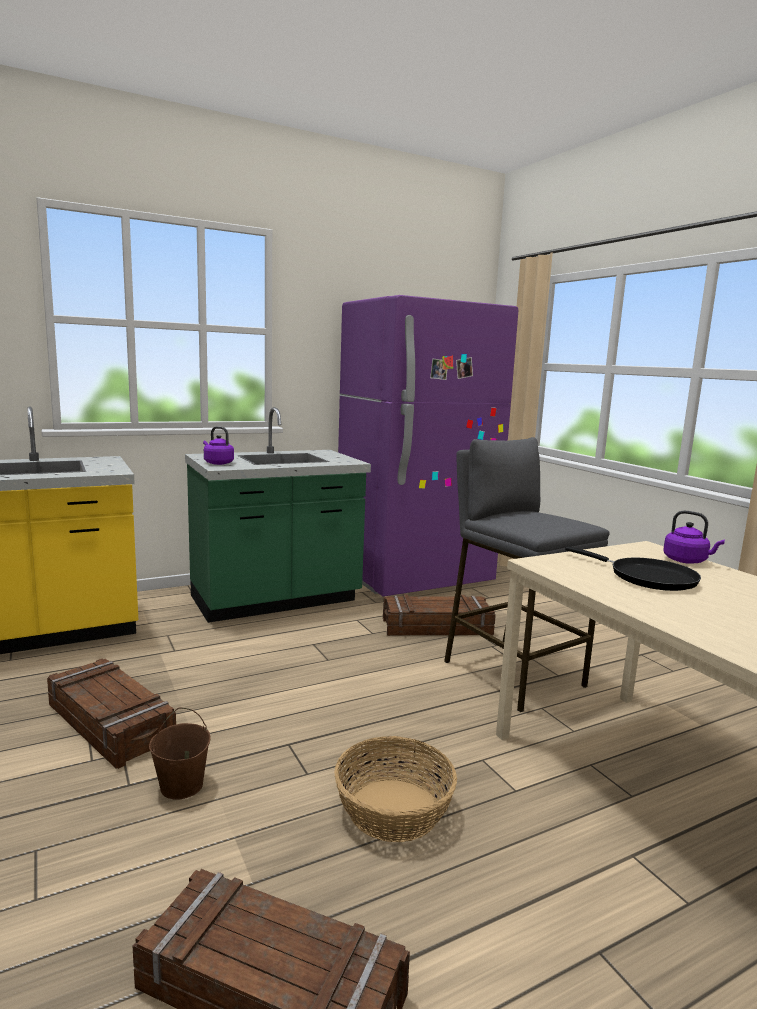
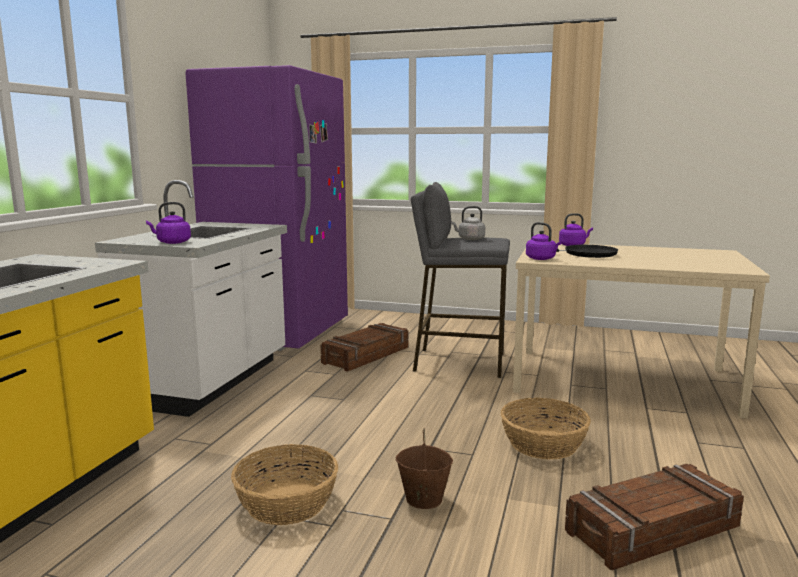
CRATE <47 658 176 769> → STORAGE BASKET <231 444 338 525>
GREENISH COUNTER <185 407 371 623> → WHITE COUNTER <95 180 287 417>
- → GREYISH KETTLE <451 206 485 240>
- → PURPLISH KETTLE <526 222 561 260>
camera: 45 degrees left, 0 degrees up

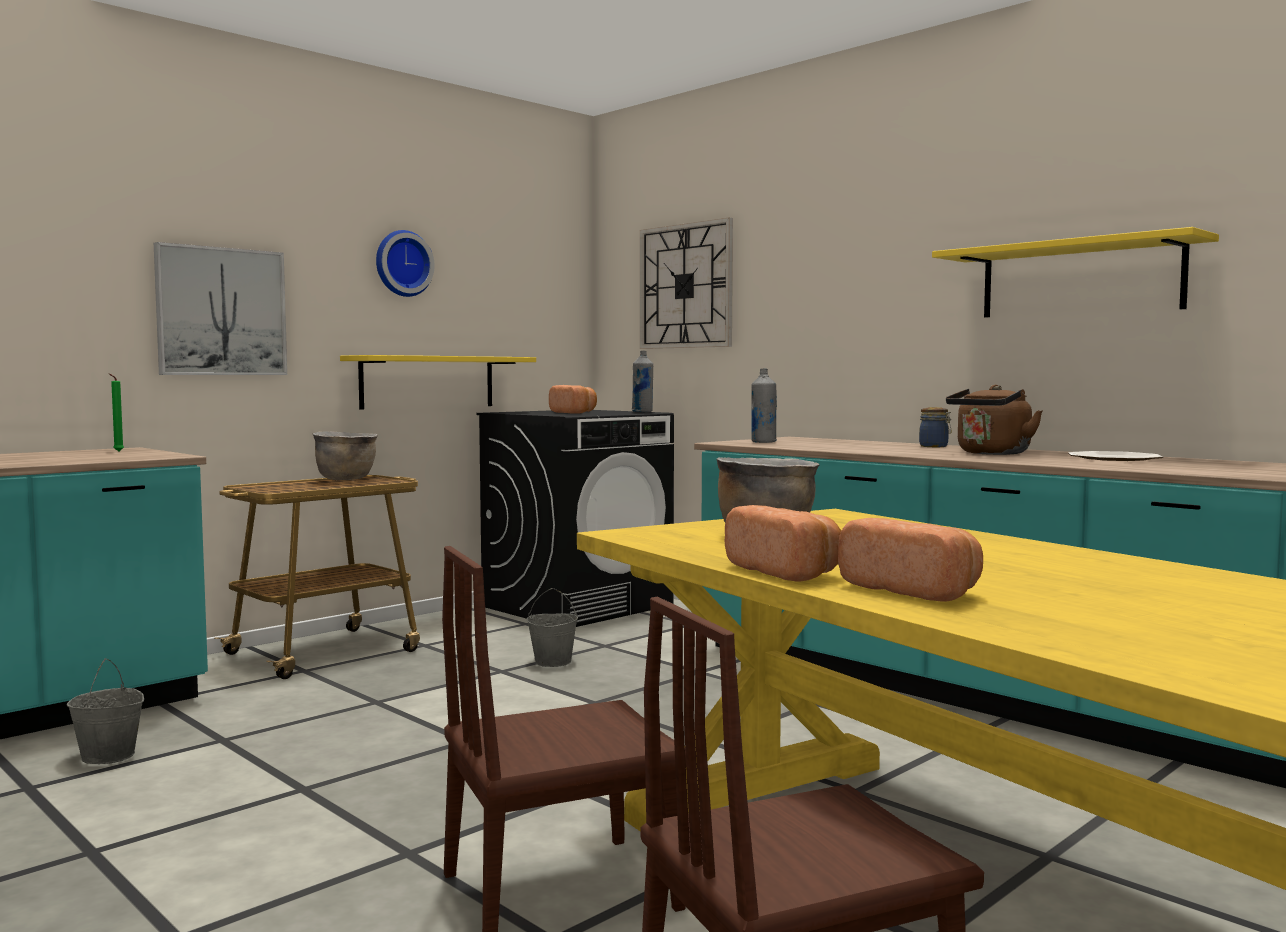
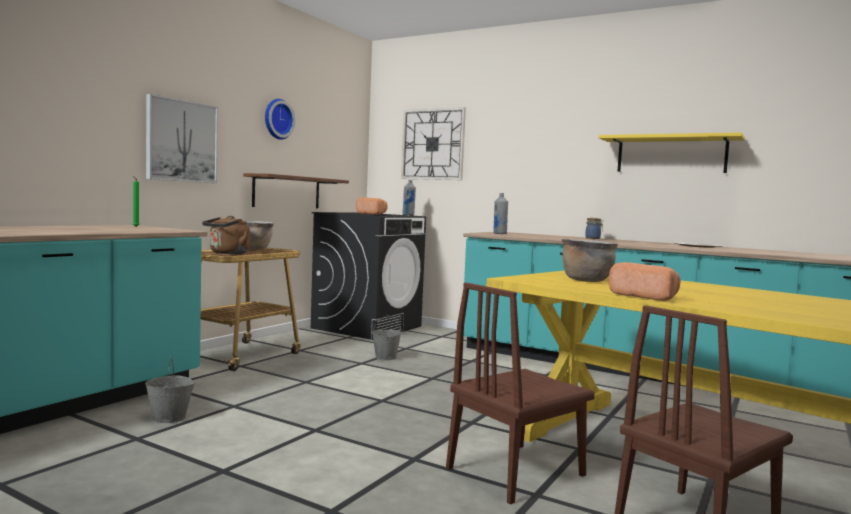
YELLOW-COLOURED BRACKET SHELF <340 355 536 410> → BROWNISH BRACKET SHELF <243 173 349 208>
BREAD <838 518 983 602> → -
BROWNISH KETTLE <946 385 1043 455> → BROWNISH KETTLE <202 216 250 254>, shifted
camera: 15 degrees left, 0 degrees up

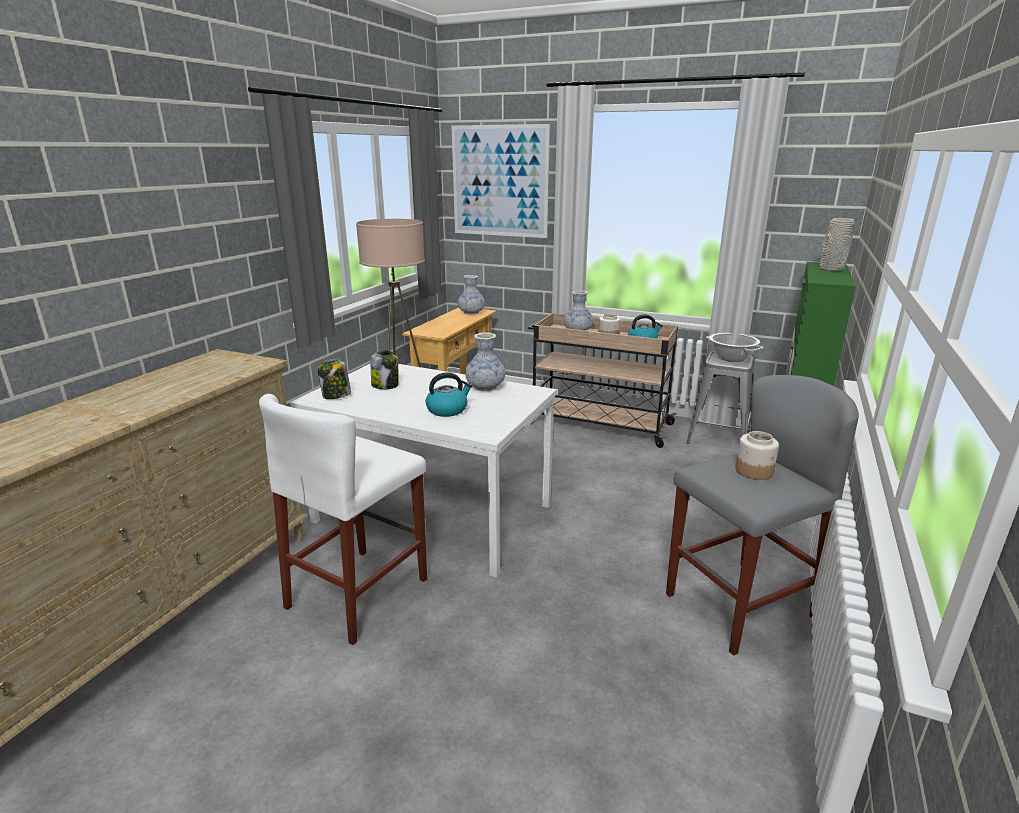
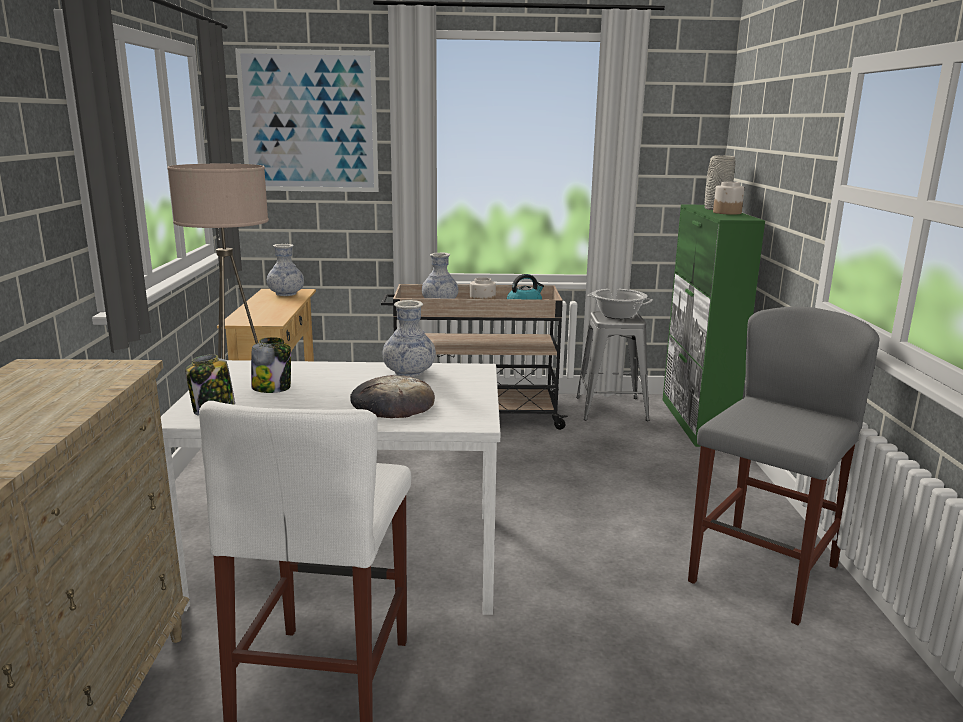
KETTLE <426 372 472 417> → BREAD <350 375 435 418>
STORAGE JAR <735 431 779 480> → STORAGE JAR <713 182 745 215>, shifted
camera: 25 degrees left, 5 degrees down

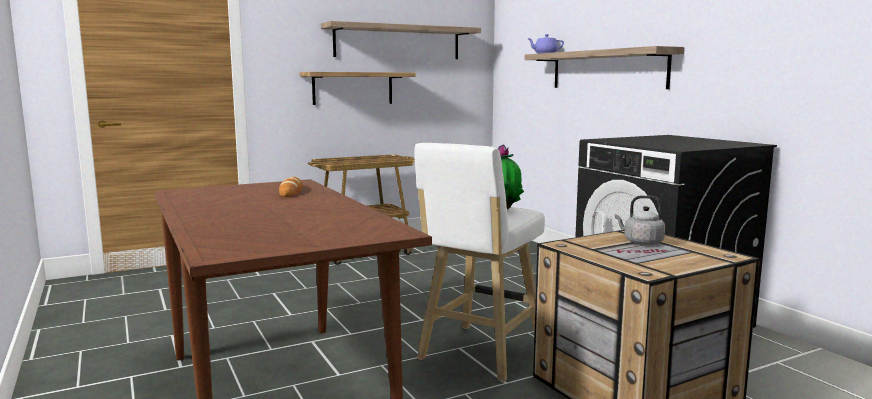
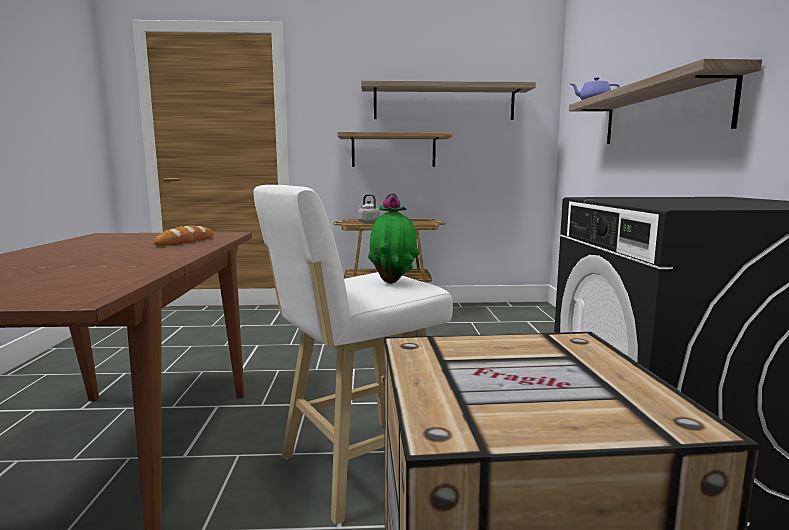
GREYISH KETTLE <615 195 665 245> → GREYISH KETTLE <357 194 380 223>, shifted
camera: 25 degrees right, 0 degrees up

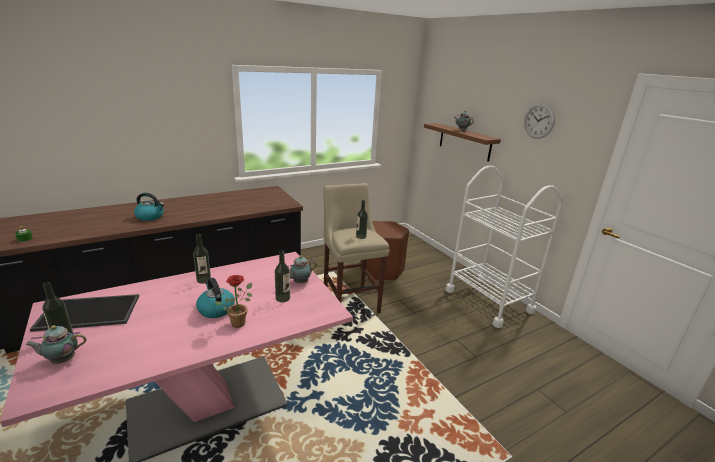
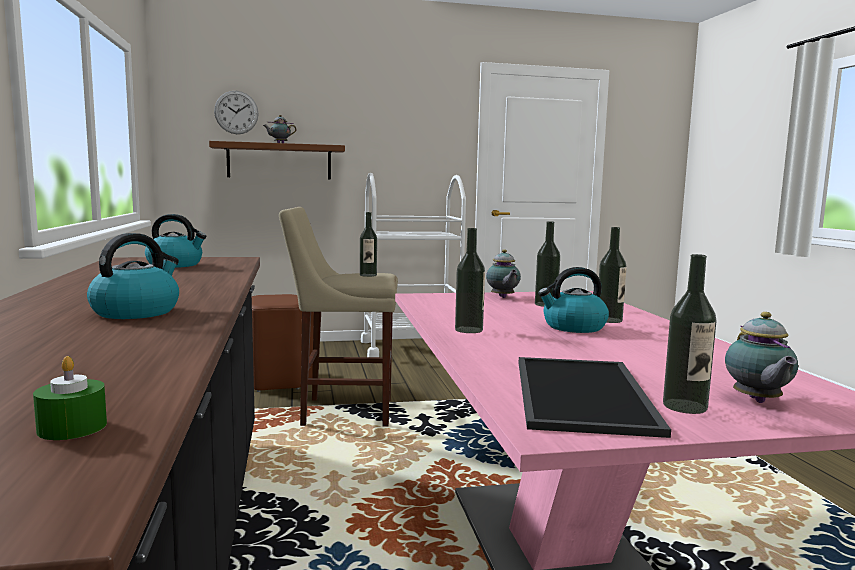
POTTED PLANT <215 275 252 328> → BEVERAGE BOTTLE <599 227 627 323>
WALL CLOCK <524 103 555 139> → WALL CLOCK <214 91 259 134>, shifted
- → KETTLE <145 214 207 268>
camera: 70 degrees left, 15 degrees down

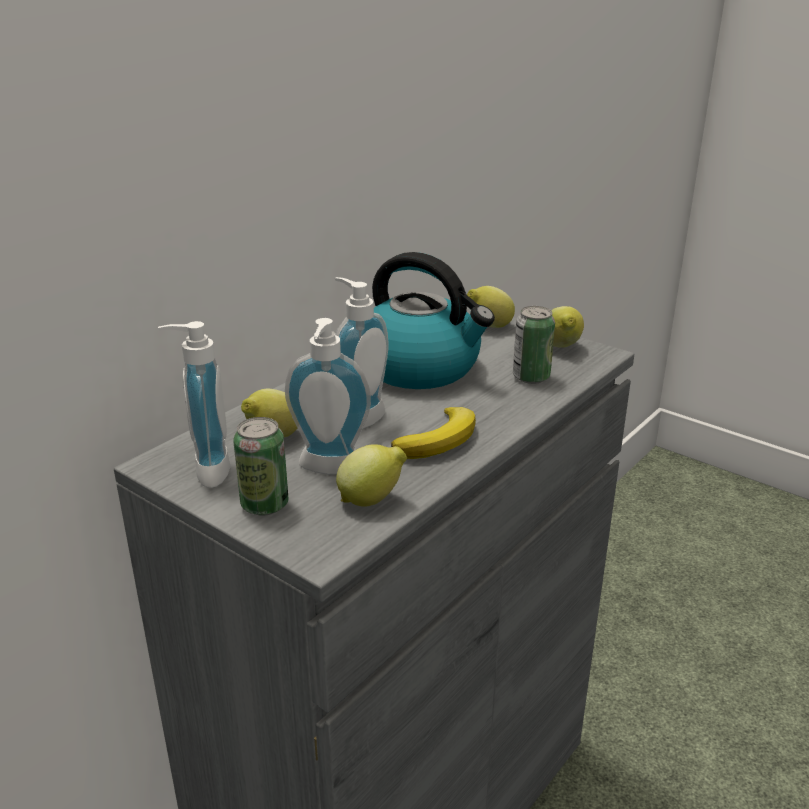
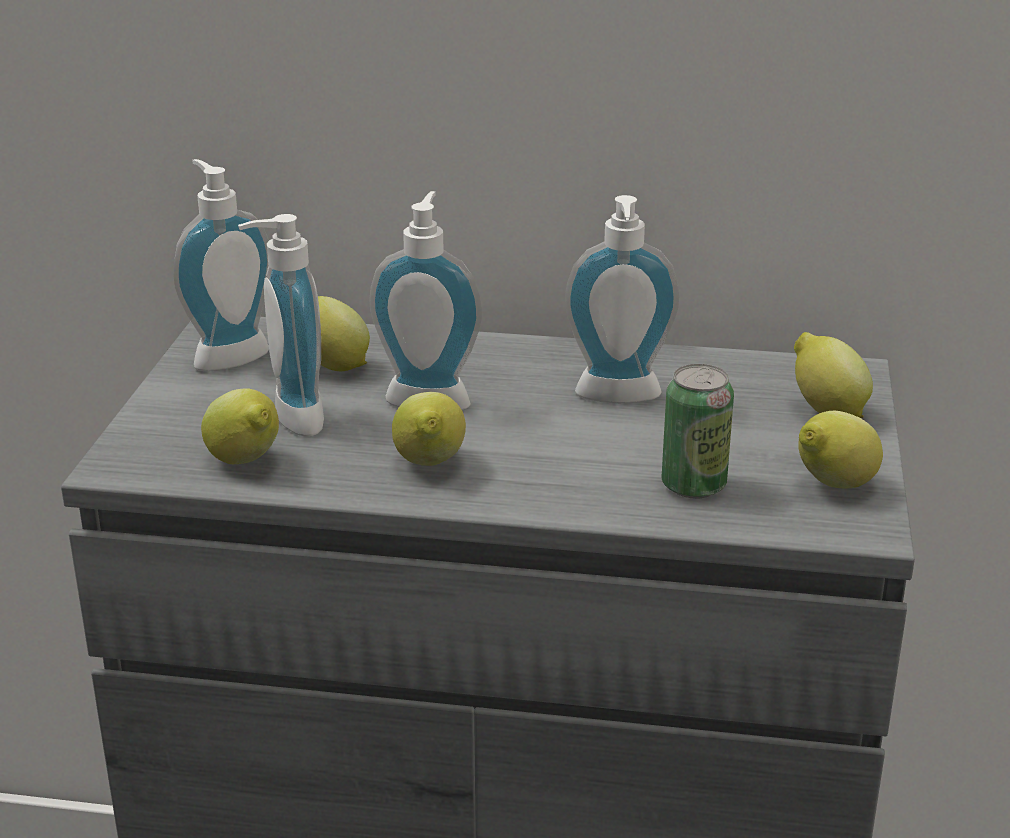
METAL CAN <233 417 289 516> → -
KETTLE <372 252 495 389> → LIQUID SOAP BOTTLE <565 195 679 404>
BANANA <391 407 476 459> → WHOLE LEMON <392 392 466 466>
camera: 60 degrees right, 0 degrees up

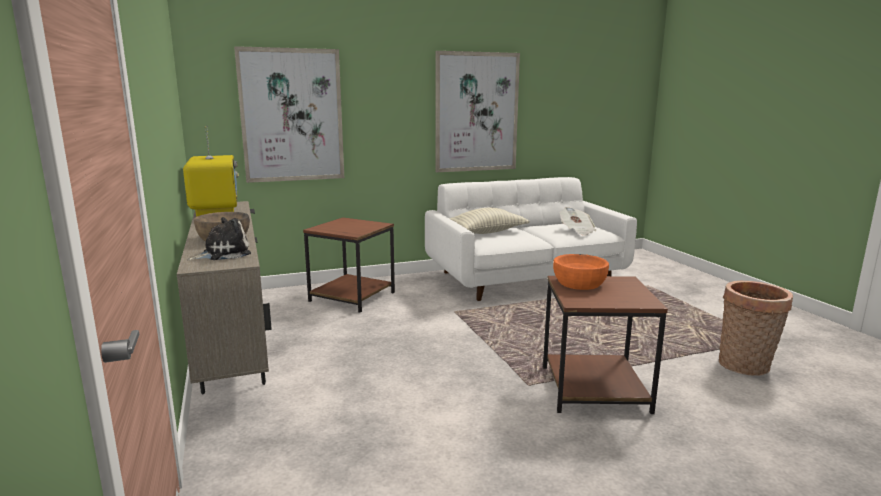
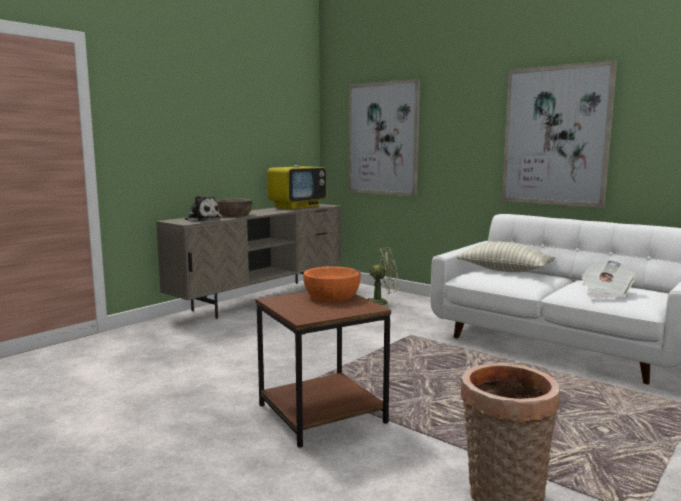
BROWNISH ACCENT TABLE <303 217 395 313> → GREENISH ELECTRIC FAN <368 247 399 308>
camera: 60 degrees right, 5 degrees down

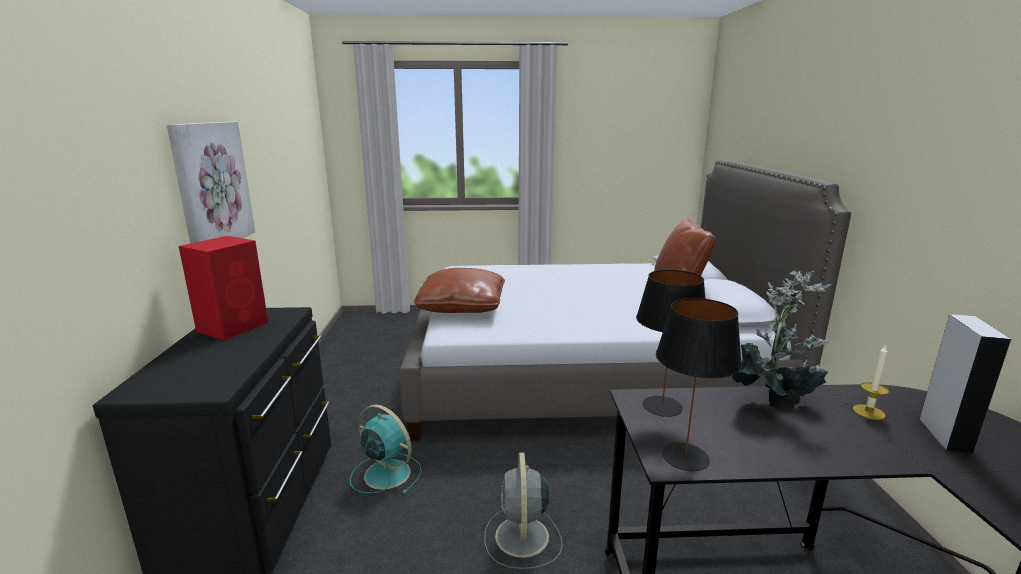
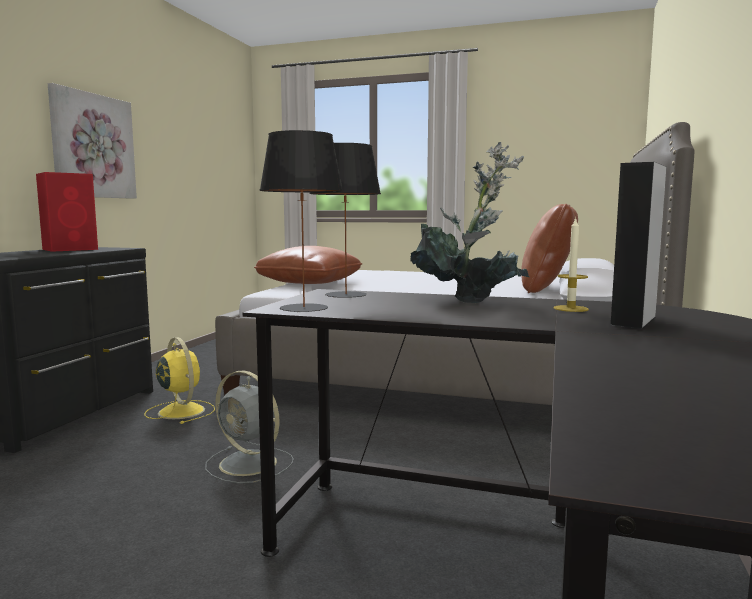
TURQUOISE ELECTRIC FAN <350 404 422 494> → YELLOW-COLOURED ELECTRIC FAN <144 337 215 424>
GREYISH ELECTRIC FAN <484 452 563 569> → GREYISH ELECTRIC FAN <205 370 294 483>, 75 degrees counterclockwise
camera: 20 degrees right, 10 degrees down

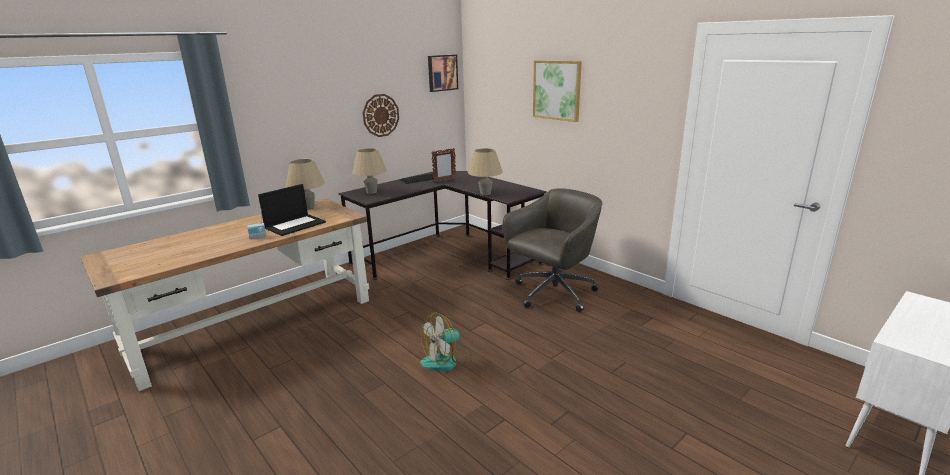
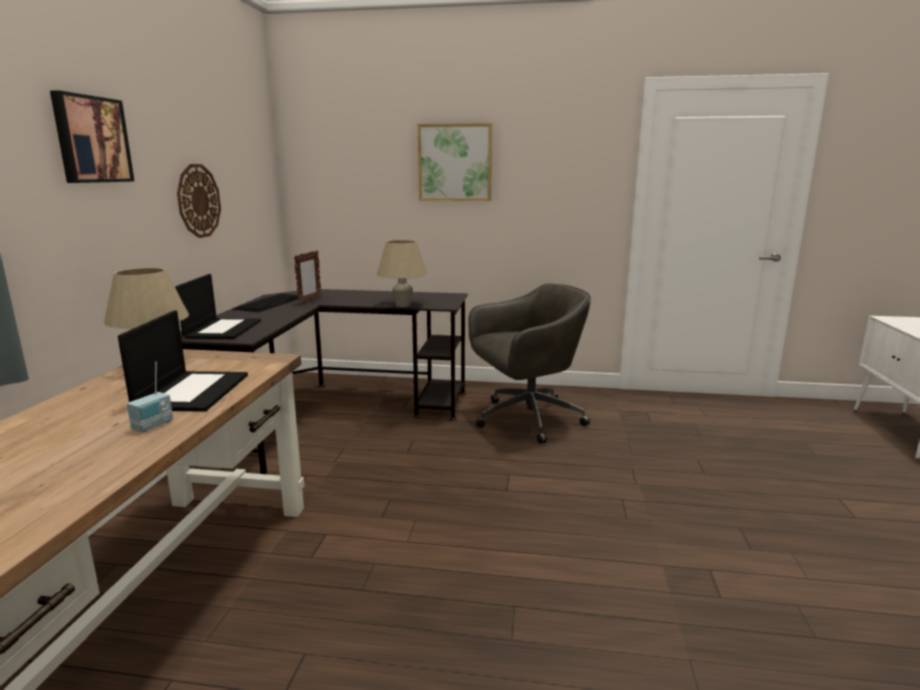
BEIGE-COLOURED TABLE LAMP <352 148 387 194> → PORTABLE COMPUTER <175 274 261 339>
ELECTRIC FAN <420 312 471 371> → -
PICTURE <428 55 458 92> → PICTURE <50 90 134 183>, shifted
GREYISH COMPUTER CHAIR <503 189 602 312> → GREYISH COMPUTER CHAIR <468 283 591 444>, 60 degrees clockwise
camera: 40 degrees left, 5 degrees down

